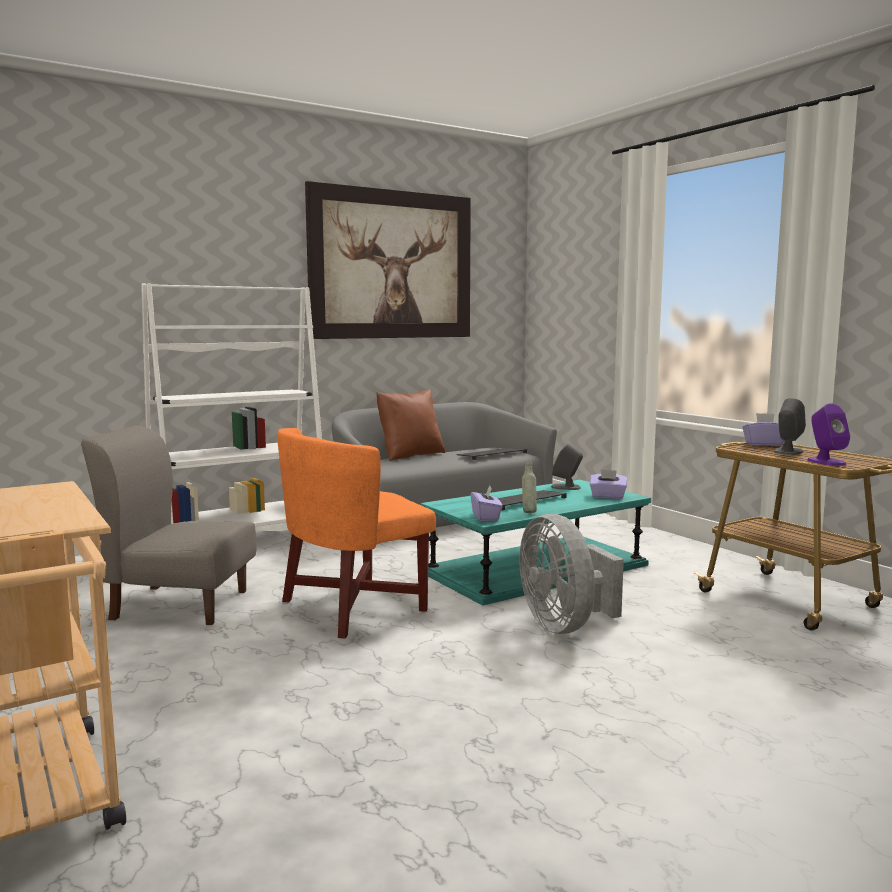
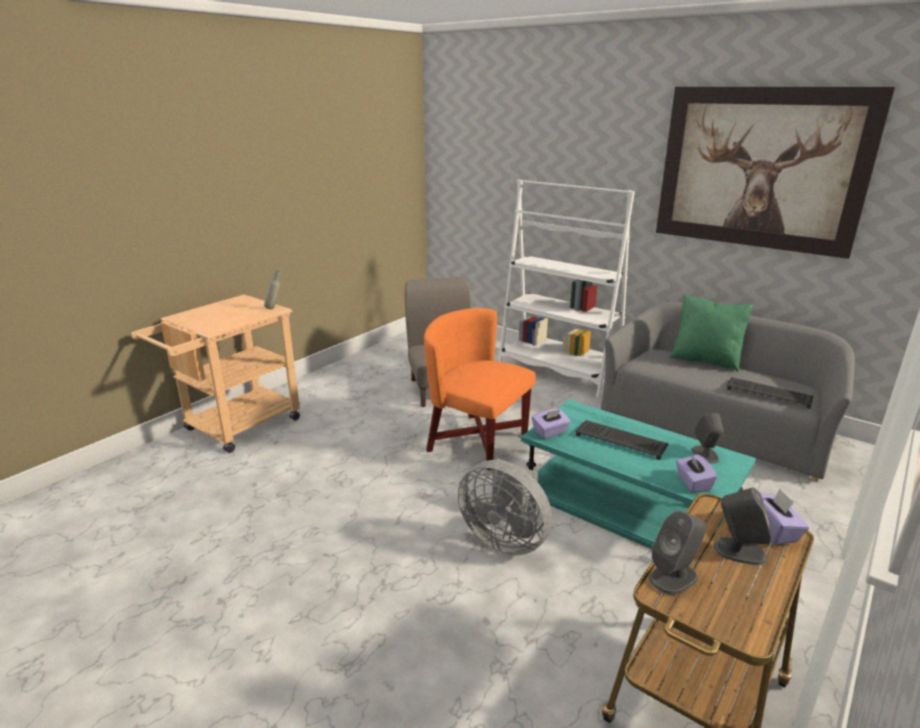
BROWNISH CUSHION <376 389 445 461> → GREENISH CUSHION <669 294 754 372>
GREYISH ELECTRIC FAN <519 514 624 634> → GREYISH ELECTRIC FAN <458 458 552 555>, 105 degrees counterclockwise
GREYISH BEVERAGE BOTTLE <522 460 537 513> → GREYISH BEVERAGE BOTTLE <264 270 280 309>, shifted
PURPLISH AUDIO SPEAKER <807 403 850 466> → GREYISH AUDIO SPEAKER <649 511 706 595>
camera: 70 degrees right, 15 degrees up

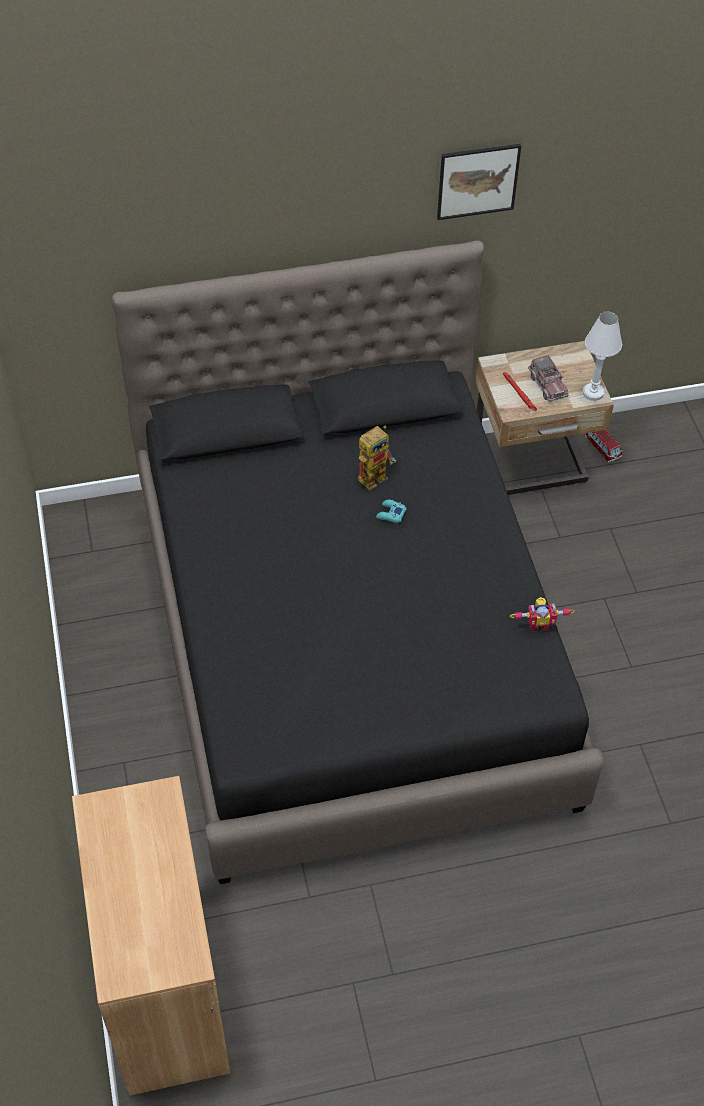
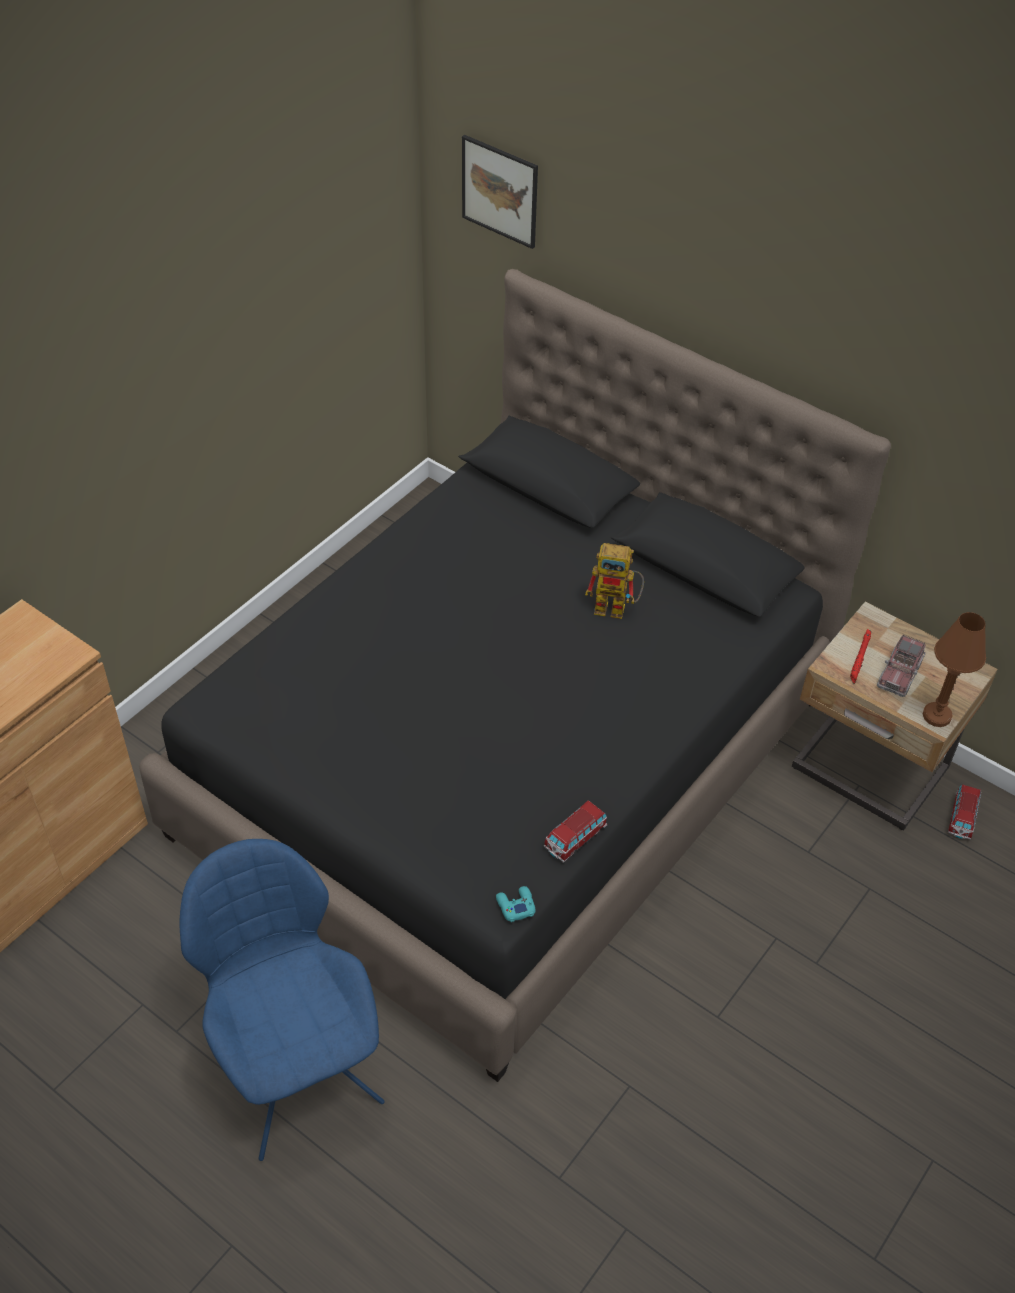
TURQUOISE GAMEPAD <376 500 406 523> → TURQUOISE GAMEPAD <496 886 536 922>, shifted
PICTURE <437 144 521 220> → PICTURE <462 135 538 249>, shifted
TOY ROBOT <510 597 575 631> → TOY CAR <543 800 607 863>
WHITE TABLE LAMP <583 312 622 401> → BROWNISH TABLE LAMP <923 612 986 727>
- → BLUE UPRIGHT CHAIR <180 839 385 1161>
camera: 50 degrees right, 5 degrees down

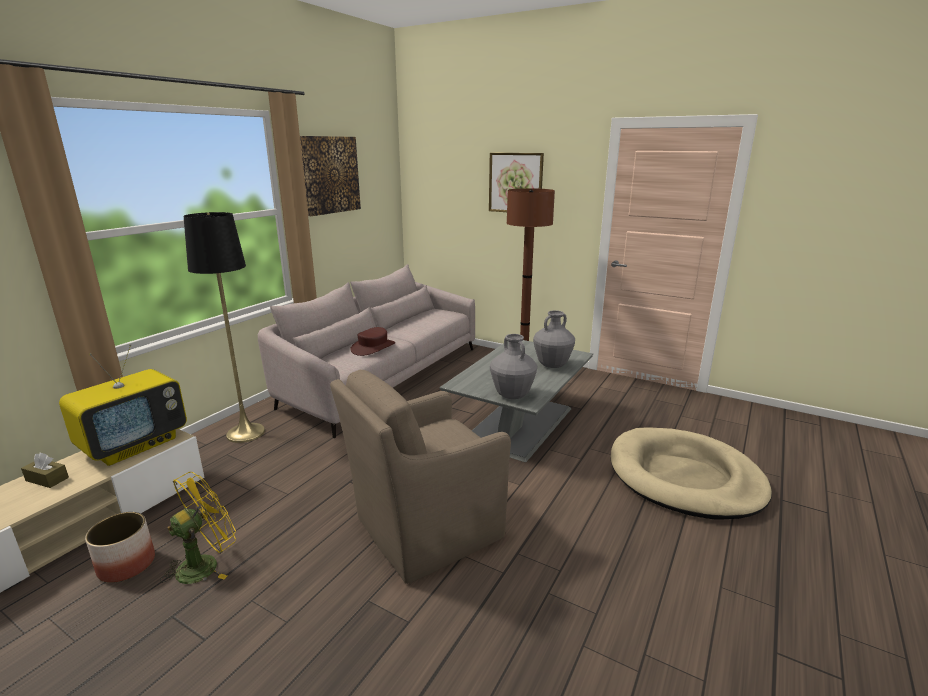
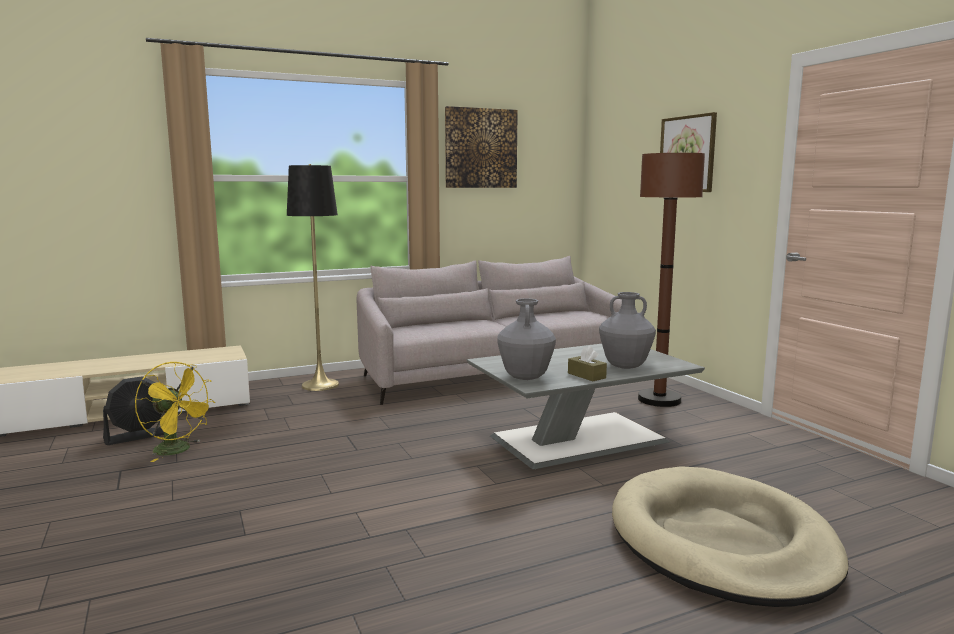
BROWNISH TISSUE BOX <21 453 69 488> → BROWNISH TISSUE BOX <568 346 607 381>, shifted
TV <59 344 187 466> → -
PLANT POT <85 512 155 583> → BLACKISH ELECTRIC FAN <103 376 164 445>
YELLOW-COLOURED ELECTRIC FAN <160 472 236 584> → YELLOW-COLOURED ELECTRIC FAN <135 362 215 462>, 45 degrees clockwise
BROWNISH EASY CHAIR <330 370 511 584> → -
BROWNISH HAT <350 327 395 356> → -
camera: 35 degrees right, 10 degrees down

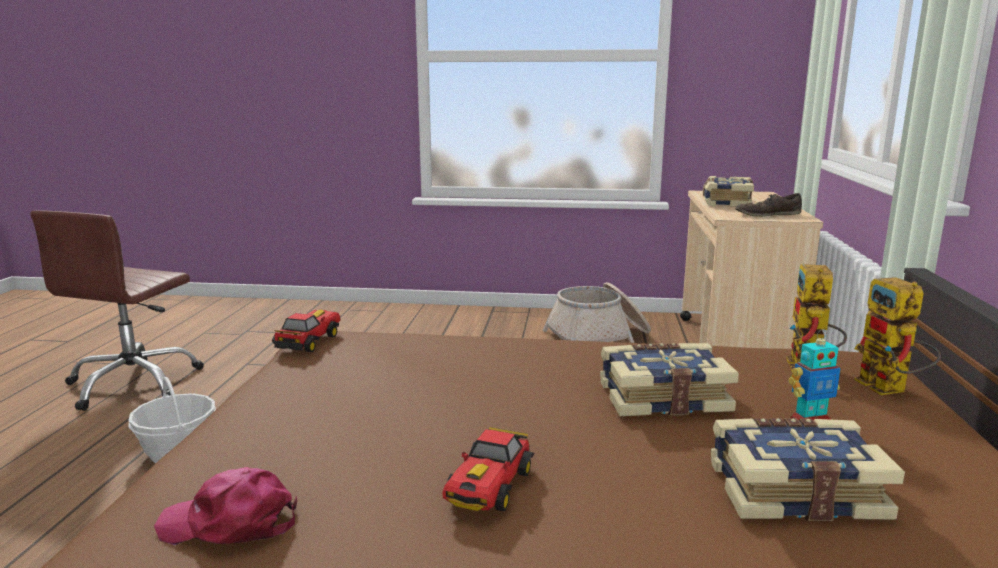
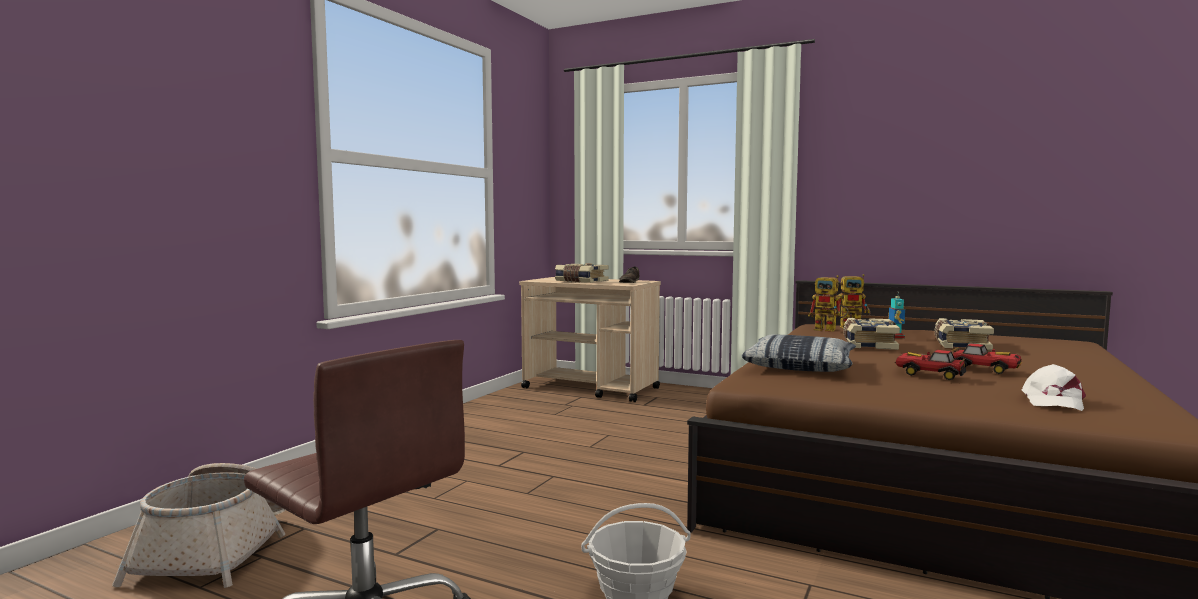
PINKISH BASEBALL CAP <154 467 297 545> → WHITE BASEBALL CAP <1022 364 1086 411>
TOY CAR <272 310 340 352> → TOY CAR <895 350 966 380>, shifted
STORAGE BASKET <543 282 651 343> → STORAGE BASKET <112 463 285 588>, shifted
- → CUSHION <742 334 856 372>
camera: 70 degrees left, 10 degrees down

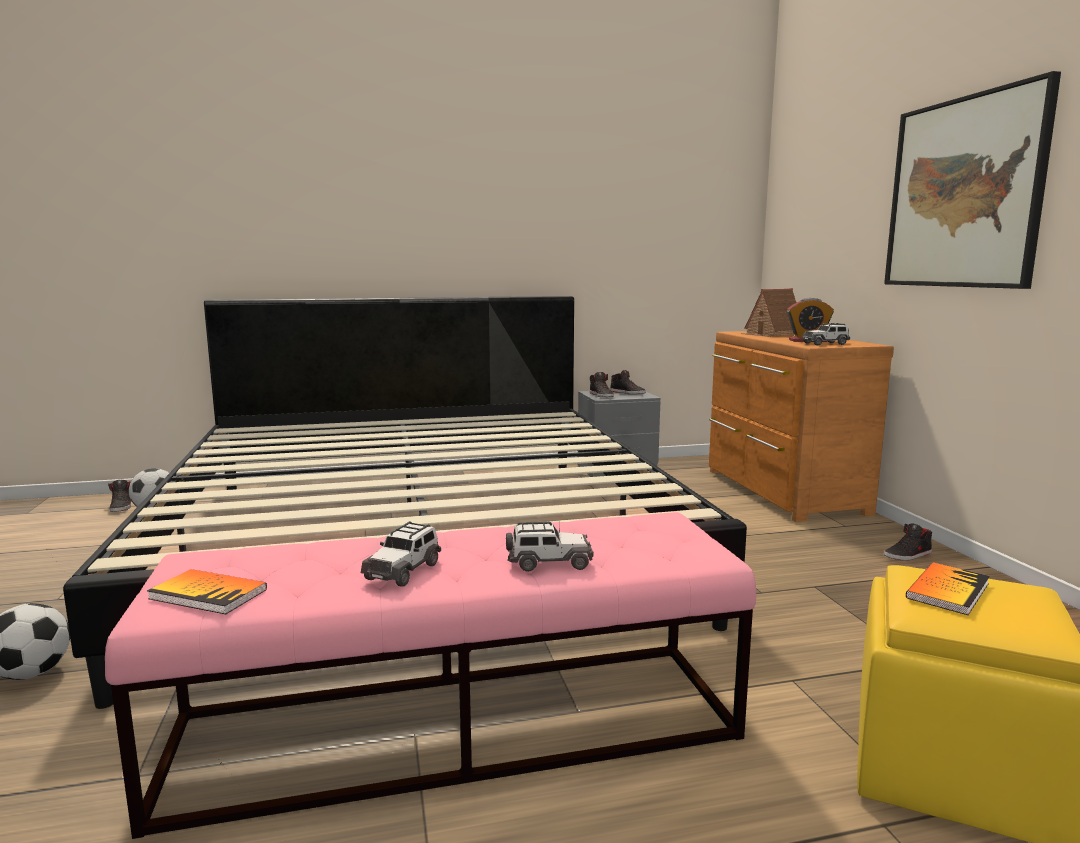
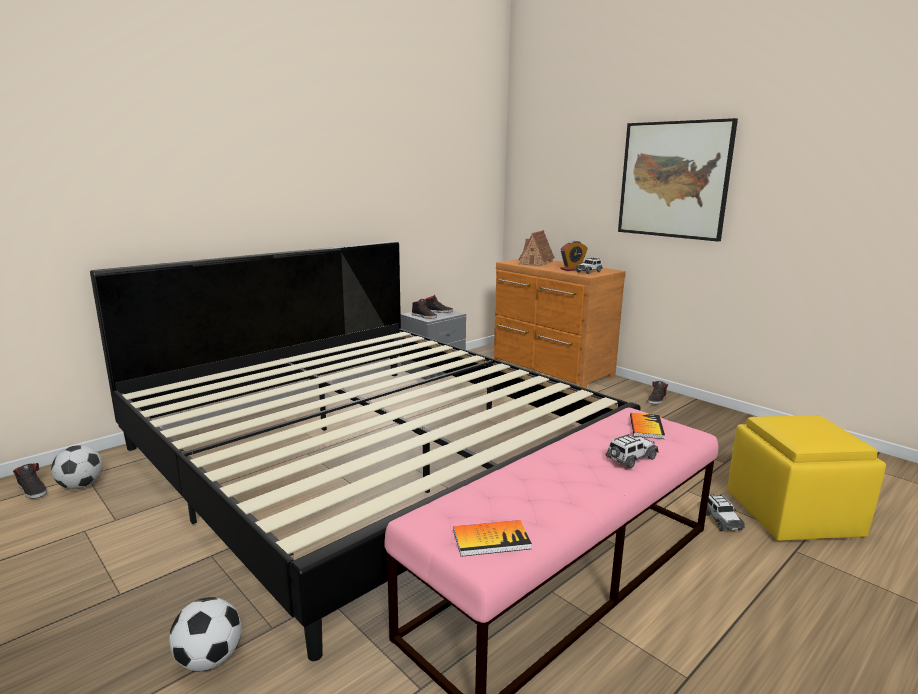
TOY CAR <361 521 441 587> → TOY CAR <706 494 745 531>, shifted
VOLUME <906 563 990 615> → VOLUME <630 412 665 439>, shifted
camera: 30 degrees left, 5 degrees up

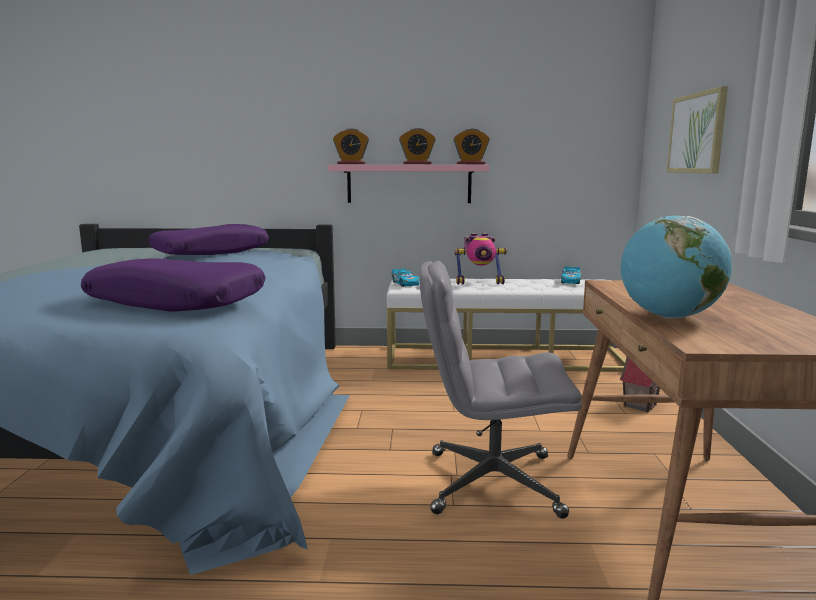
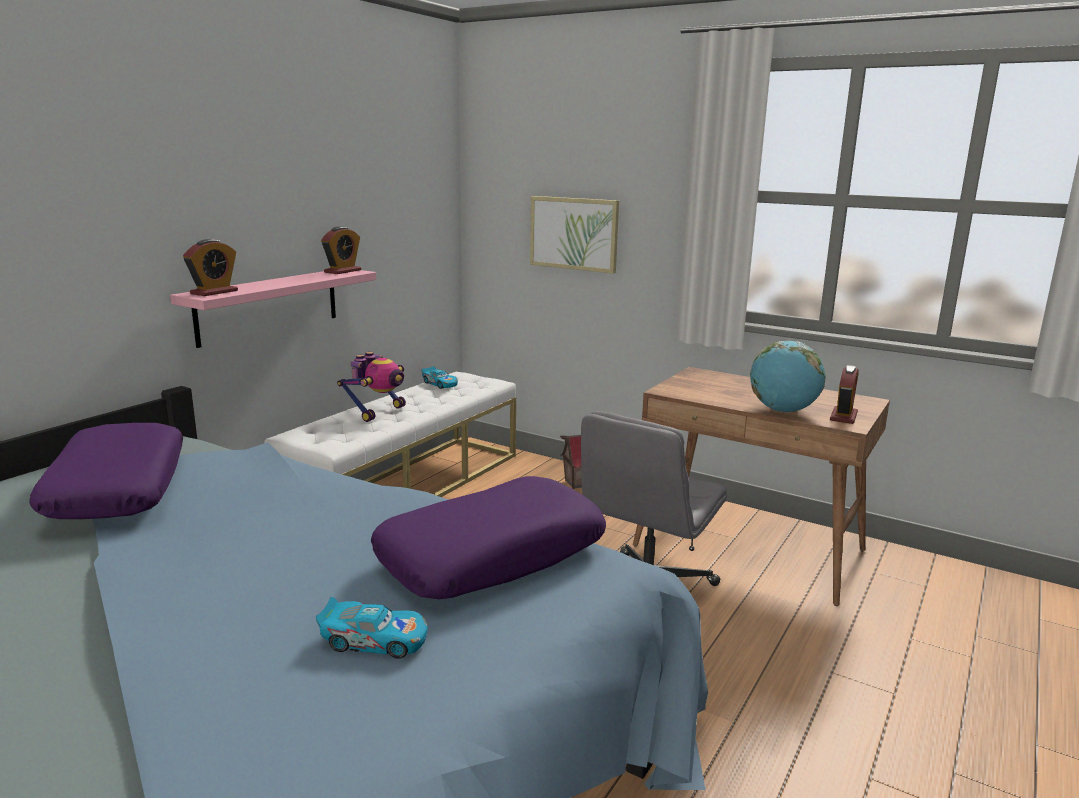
TOY CAR <392 268 420 287> → TOY CAR <316 597 428 659>, shifted
TABLE CLOCK <399 128 436 164> → TABLE CLOCK <830 365 859 424>, shifted
camera: 60 degrees left, 5 degrees up

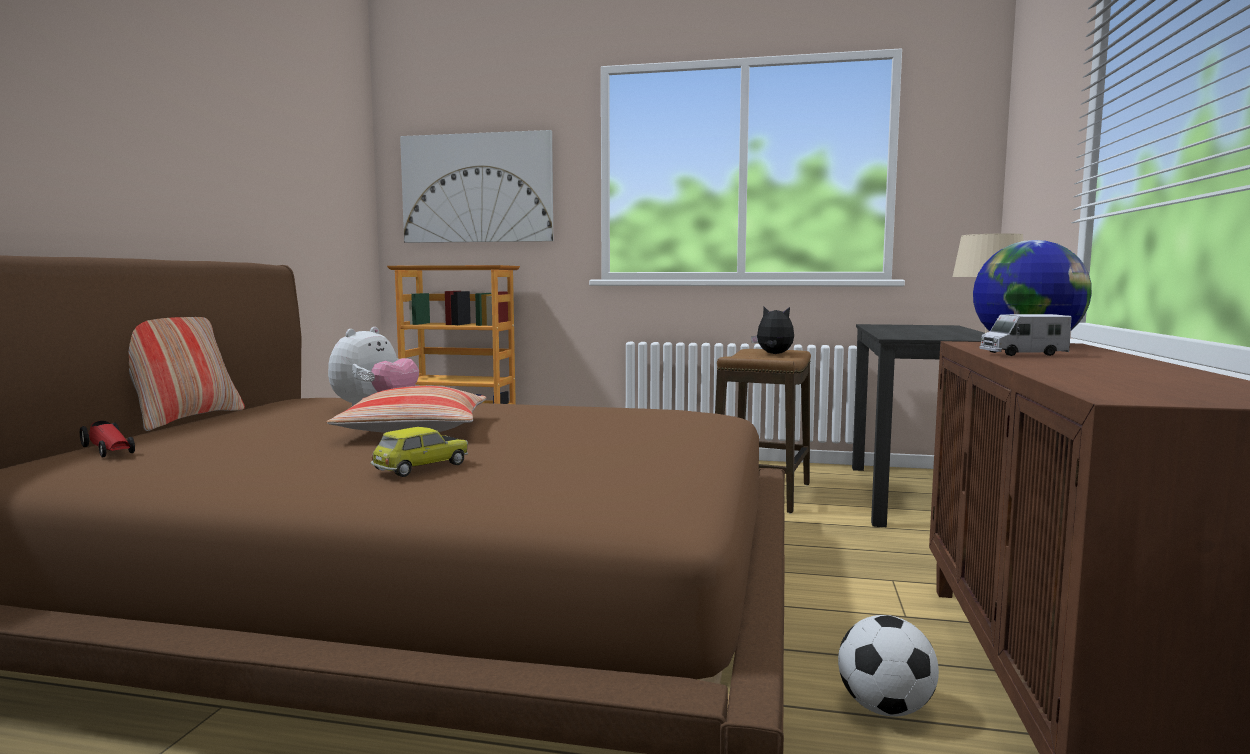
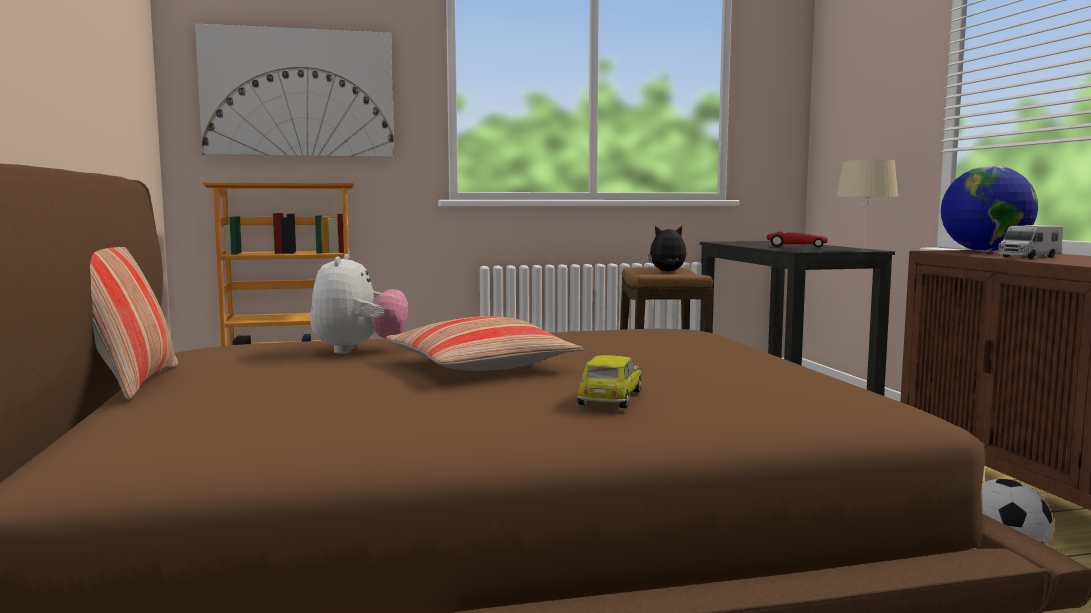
TOY CAR <80 421 135 457> → TOY CAR <767 231 827 247>, shifted
camera: 25 degrees left, 0 degrees up

